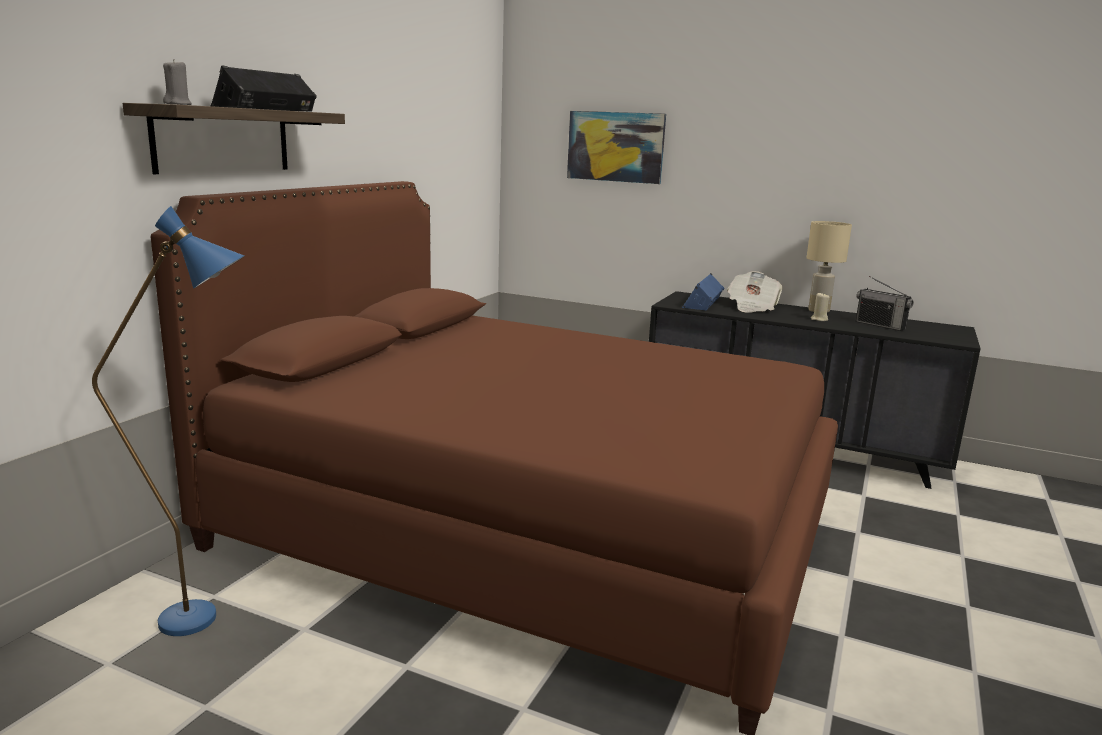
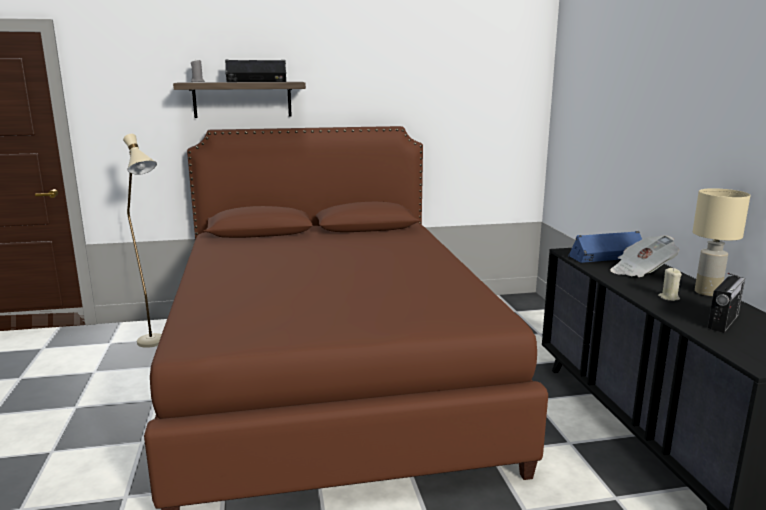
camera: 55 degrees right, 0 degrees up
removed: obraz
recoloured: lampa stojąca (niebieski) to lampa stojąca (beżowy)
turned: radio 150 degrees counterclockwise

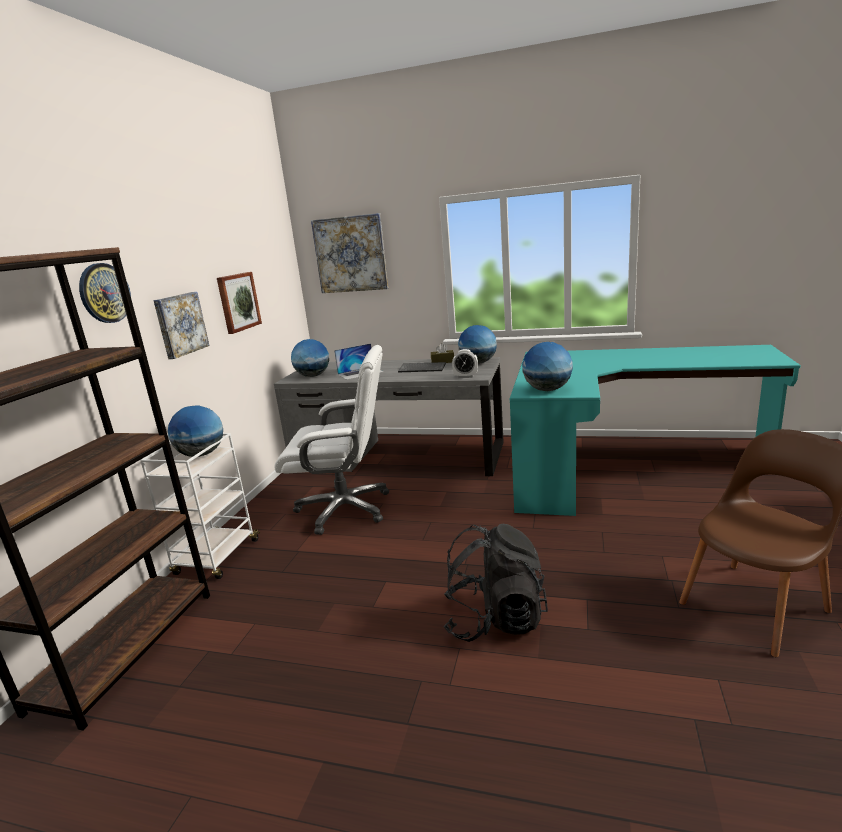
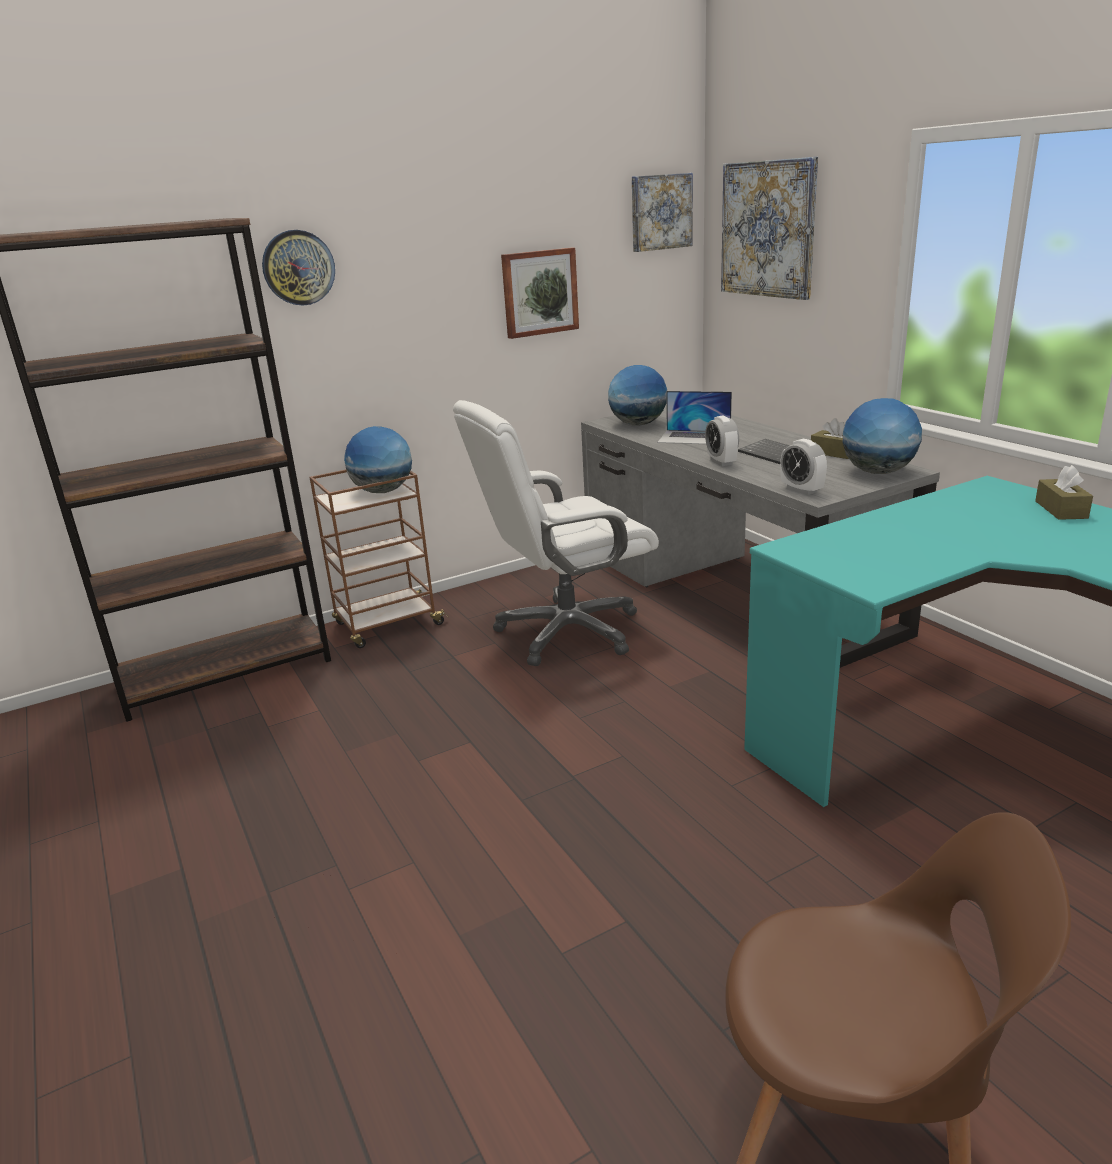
camera: 45 degrees right, 5 degrees up
removed: plecak (czarny); globus (4th from left)
added: budzik (1st from left); pudełko chusteczek (brązowy) (2nd from left)
moved: obraz (1st from left in the first image) to obraz (2nd from left)
recoloured: wózek (biały) to wózek (brązowy)
turned: krzesło biurowe (biały) 105 degrees clockwise

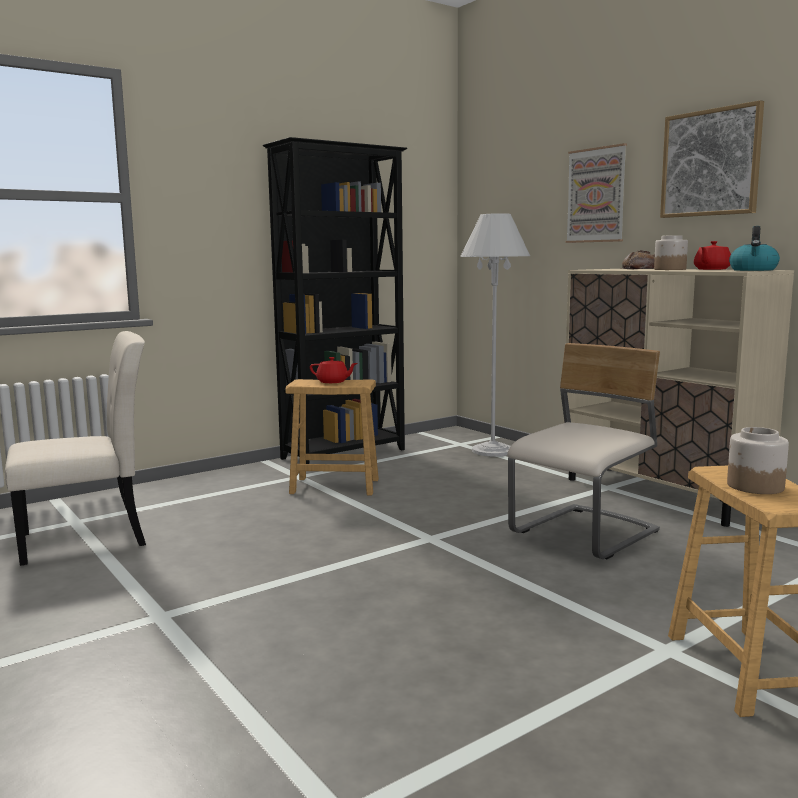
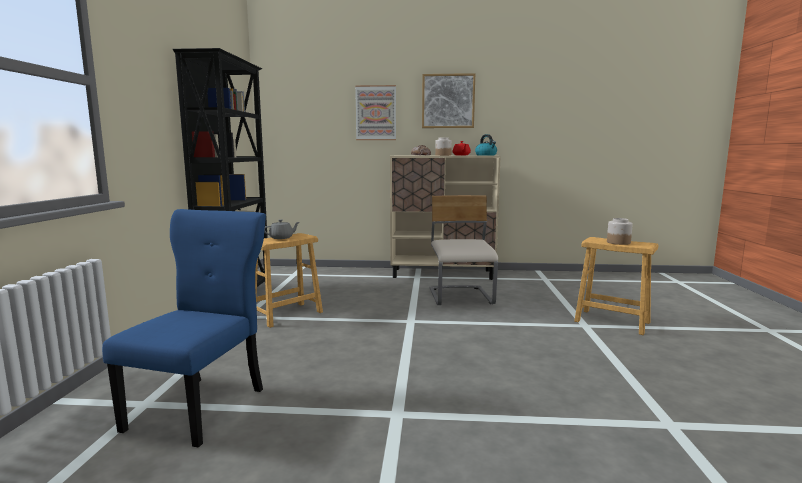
camera: 50 degrees left, 0 degrees up
removed: lampa stojąca (biały)
recoloured: krzesło (beżowy) (1st from left) to krzesło (niebieski); imbryk (czerwony) (1st from left) to imbryk (szary)

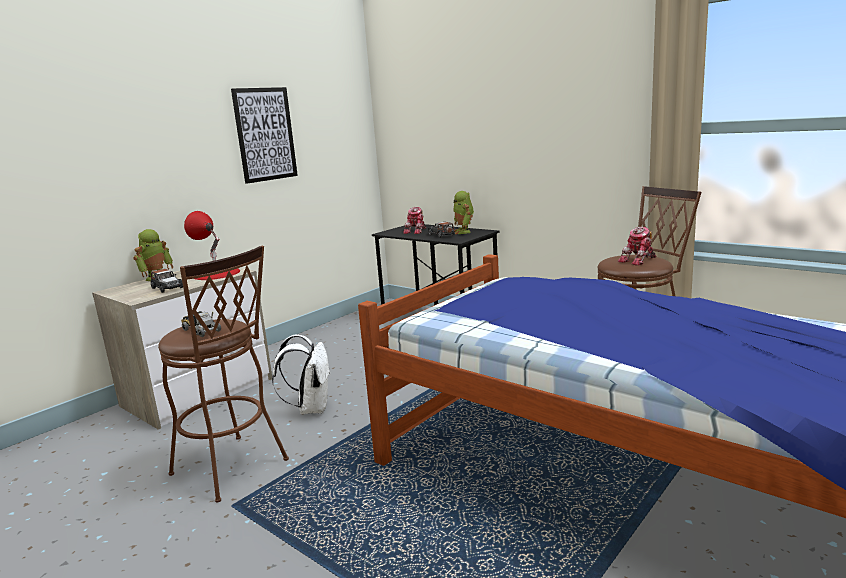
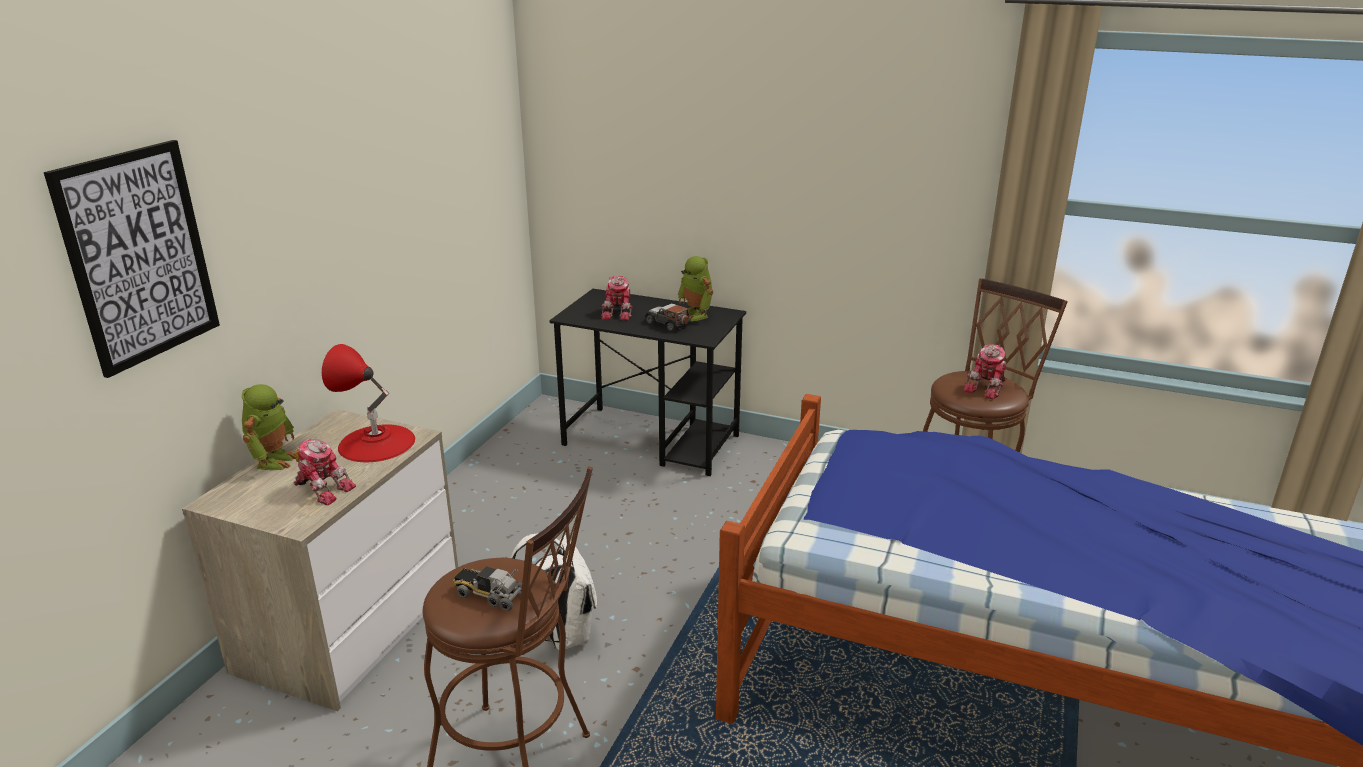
camera: 20 degrees left, 10 degrees up
moved: obraz
replaced: samochodzik (1st from left) to robot zabawkowy (2nd from left)

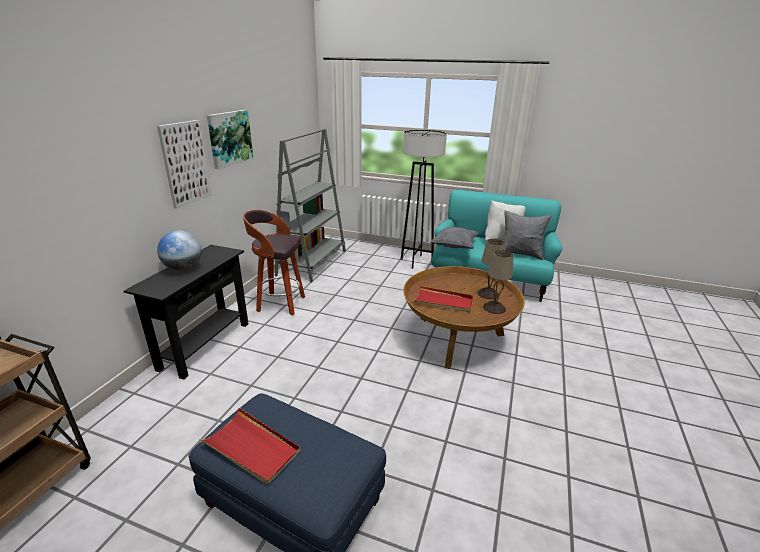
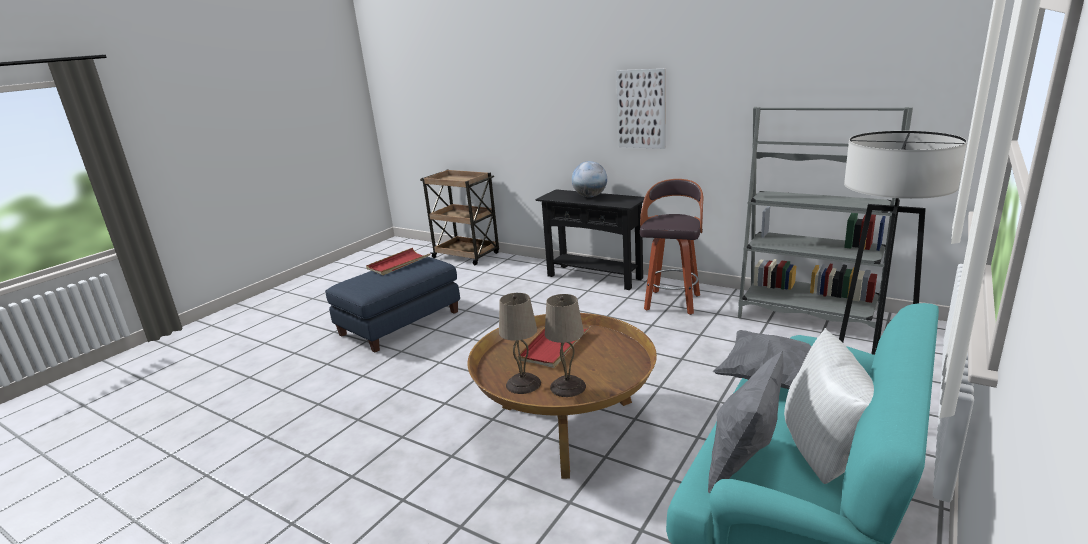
camera: 105 degrees right, 5 degrees down
removed: obraz (2nd from left)

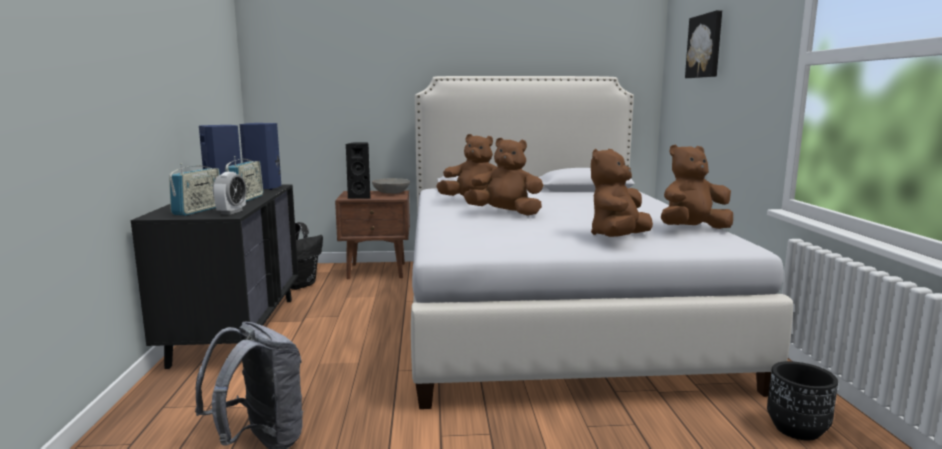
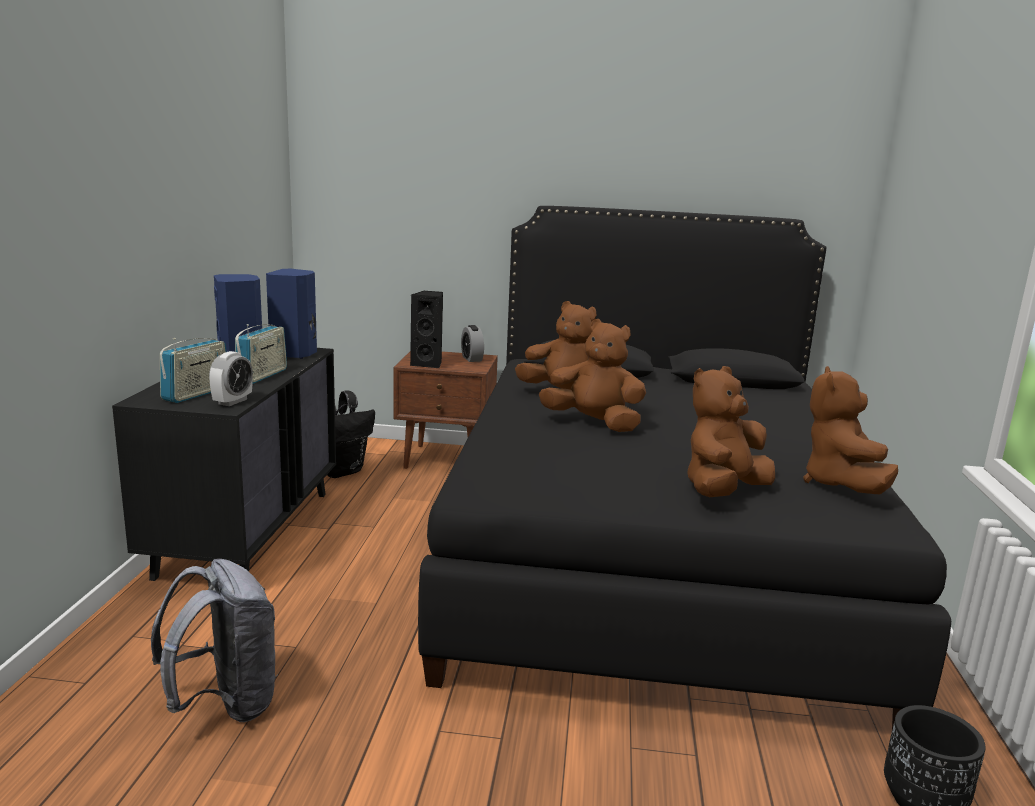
camera: 10 degrees right, 5 degrees up
removed: obraz
replaced: miska (szary) to budzik (2nd from left)
recoloured: łóżko (biały) to łóżko (czarny)
turned: pluszak (brązowy) (4th from left) 75 degrees counterclockwise

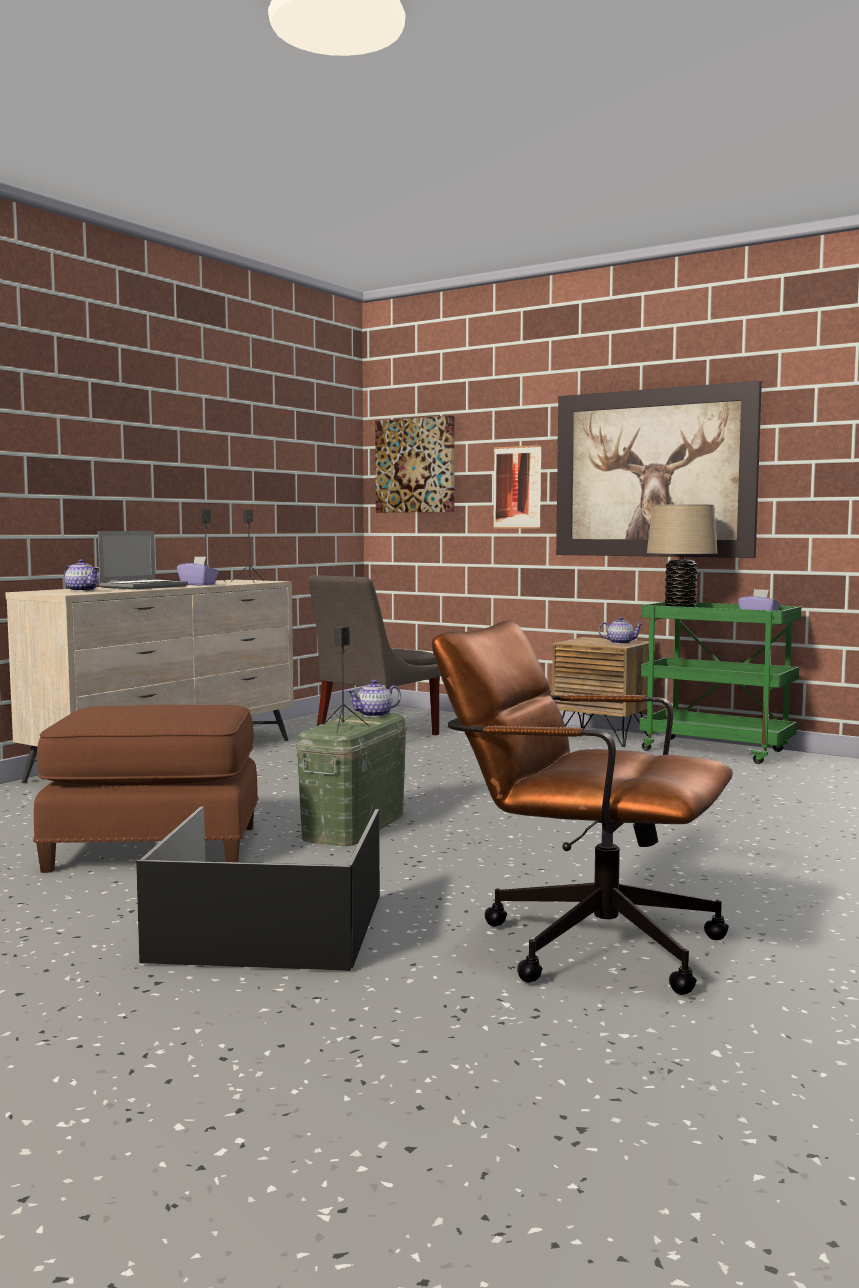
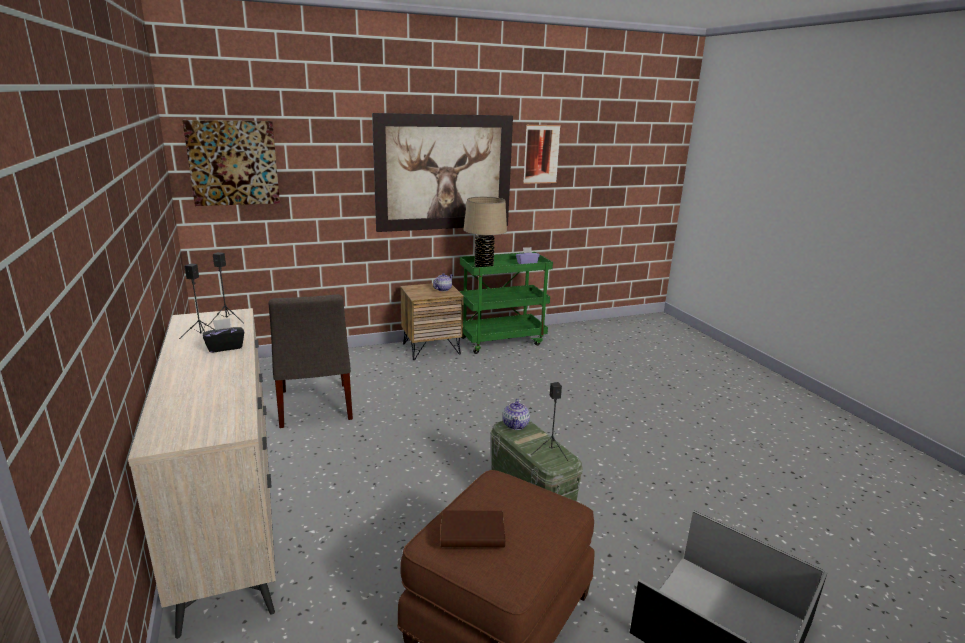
camera: 55 degrees left, 15 degrees up
removed: imbryk (1st from left); laptop; krzesło biurowe (brązowy)
added: książka (brązowy)
moved: obraz (2nd from left in the first image) to obraz (3rd from left)
recoloured: pudełko chusteczek (fioletowy) (1st from left) to pudełko chusteczek (czarny)

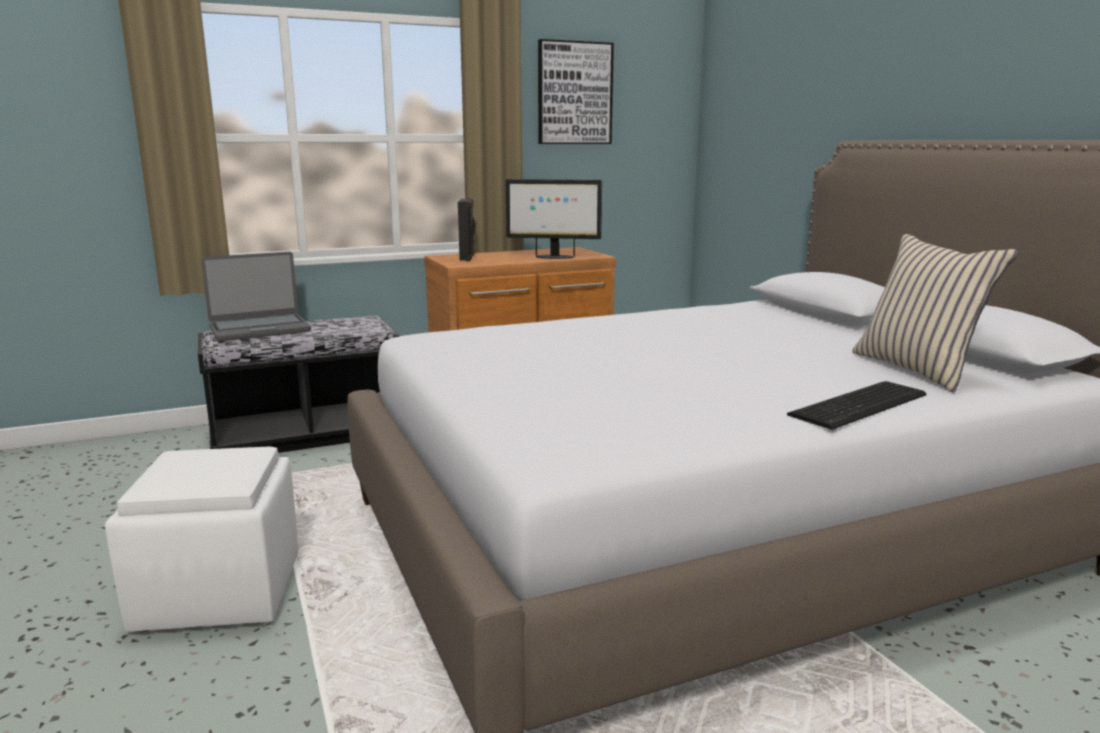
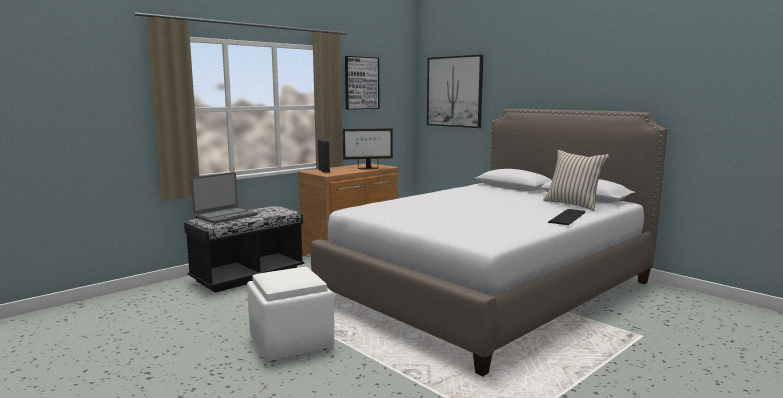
camera: 20 degrees left, 5 degrees down
added: obraz (2nd from left)

